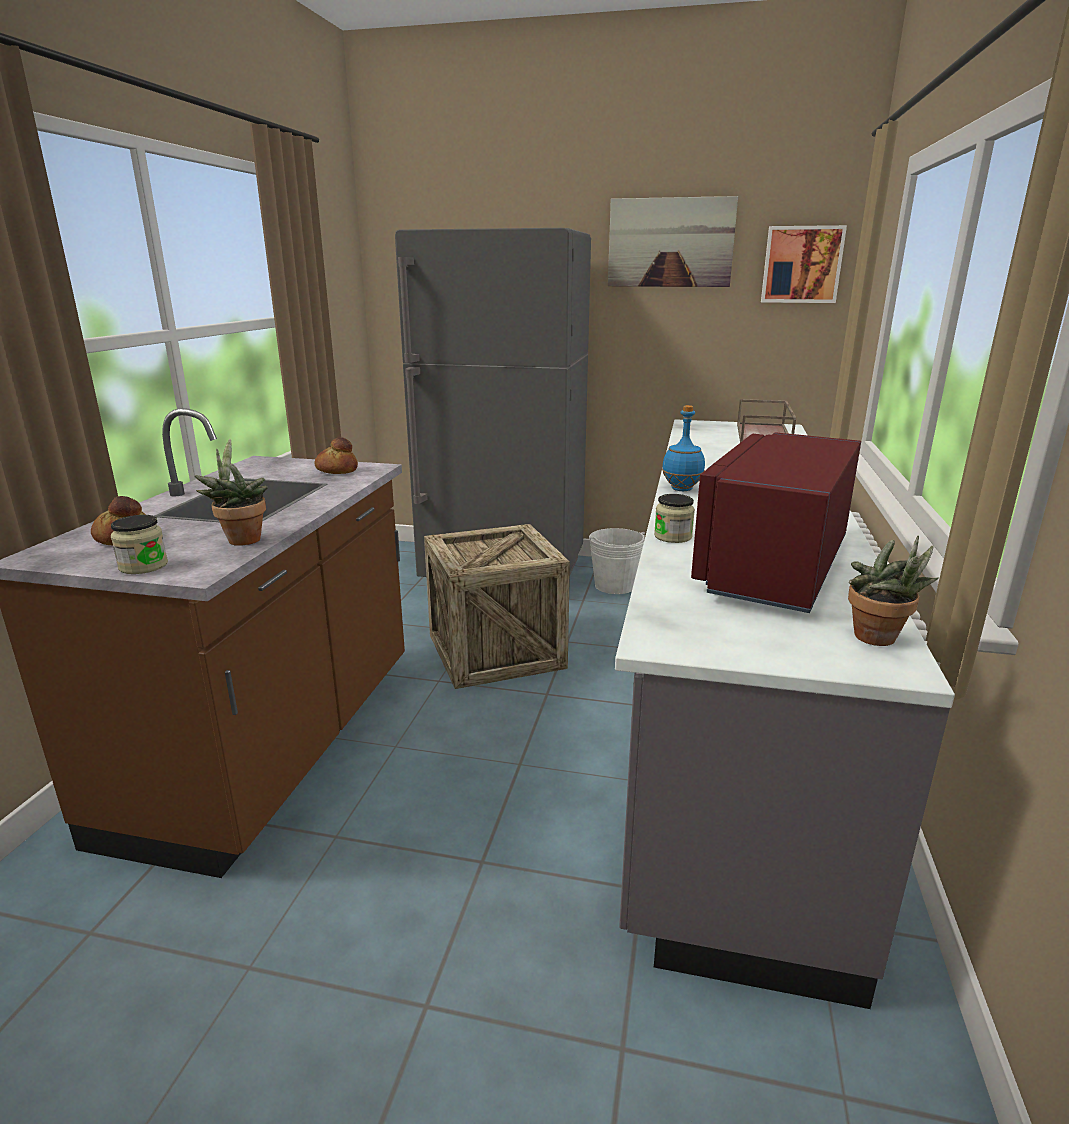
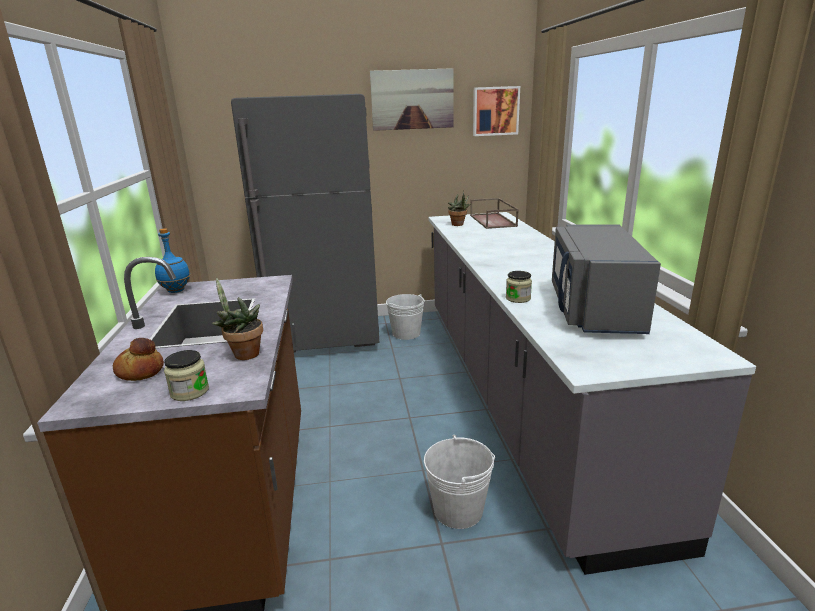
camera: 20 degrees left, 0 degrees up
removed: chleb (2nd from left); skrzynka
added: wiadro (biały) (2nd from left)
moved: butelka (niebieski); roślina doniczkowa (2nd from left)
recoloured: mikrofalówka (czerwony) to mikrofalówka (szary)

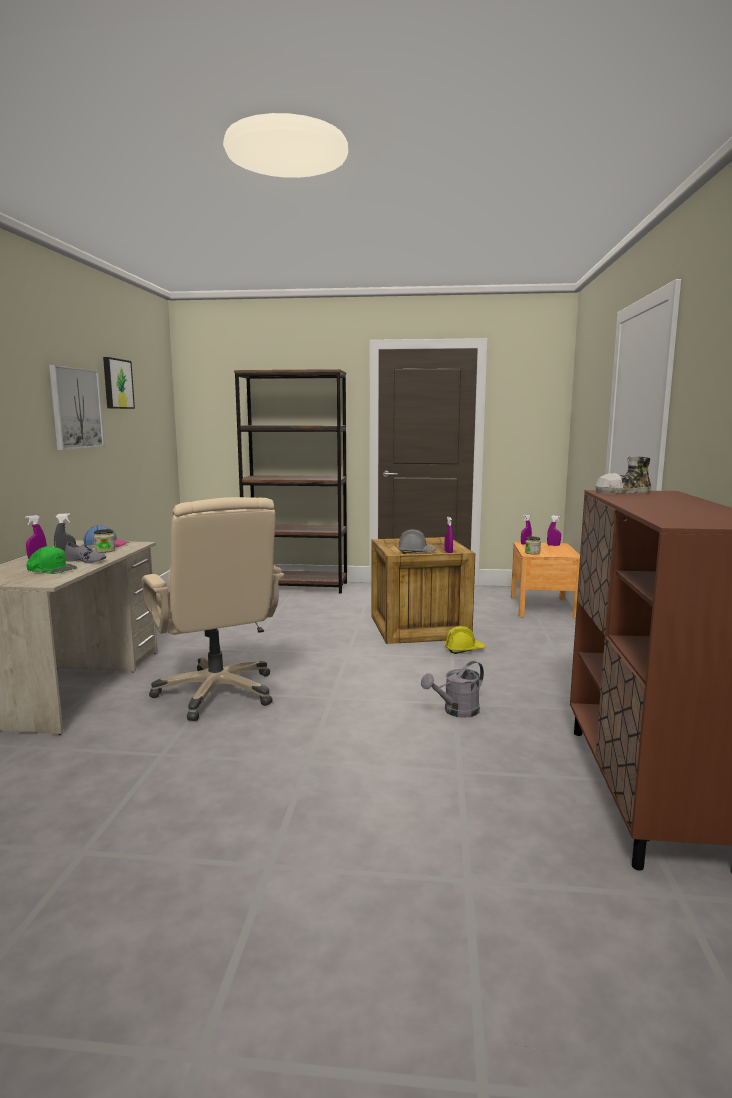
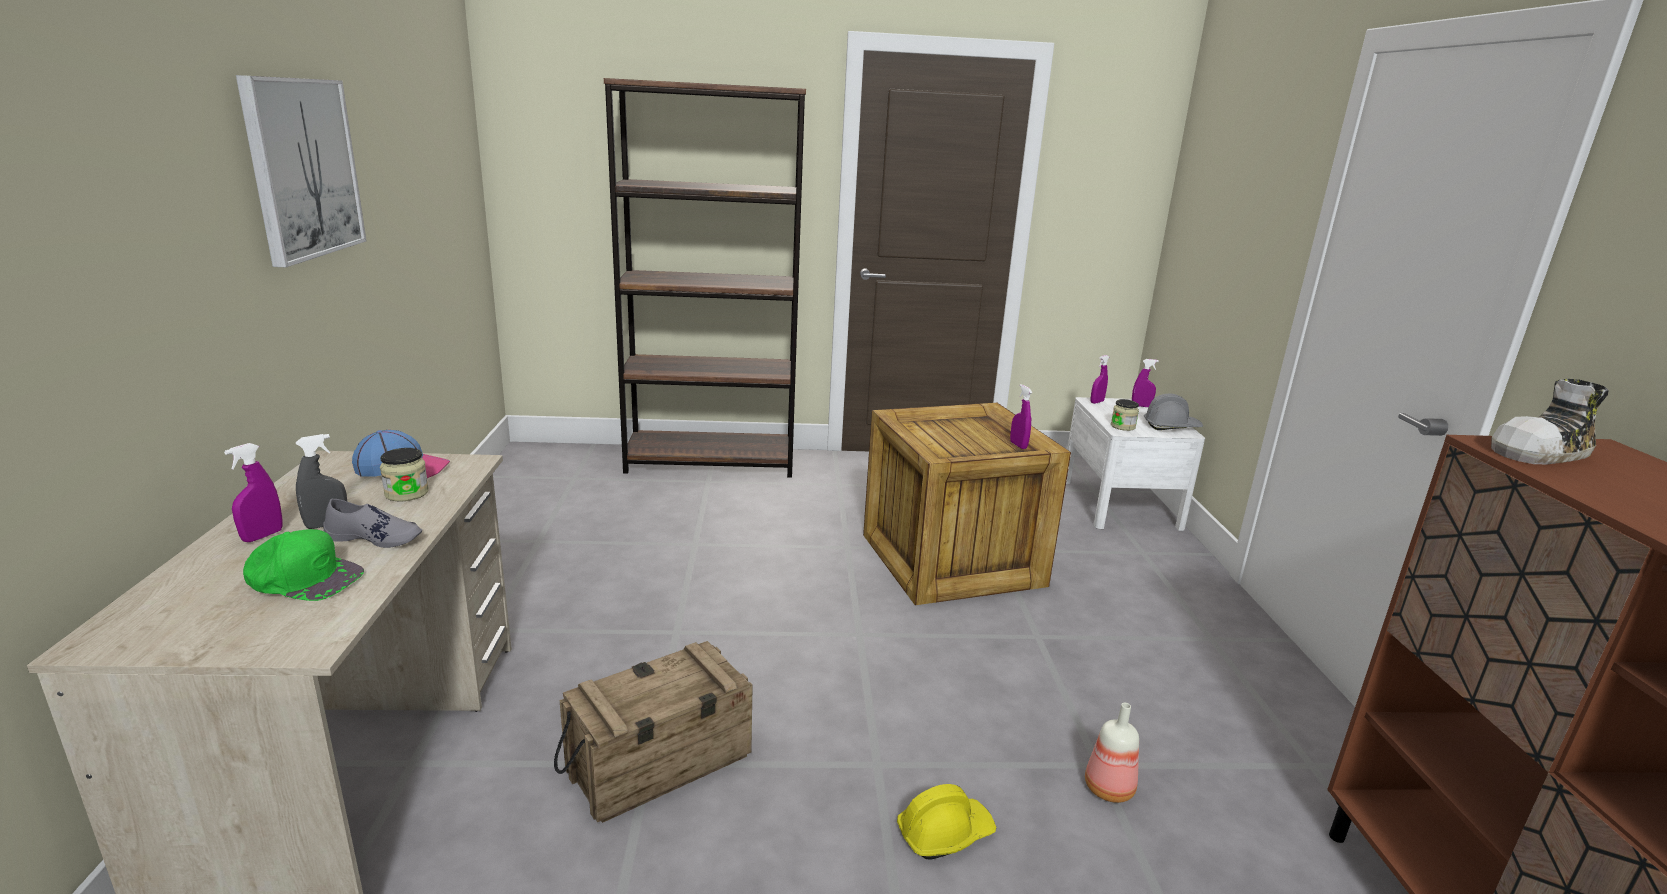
camera: 10 degrees left, 10 degrees up
removed: obraz (2nd from left)
moved: kask (szary); kask (żółty)
replaced: krzesło biurowe (beżowy) to skrzynka (1st from left); konewka (szary) to butelka
recoloured: szafka nocna (brązowy) to szafka nocna (biały)

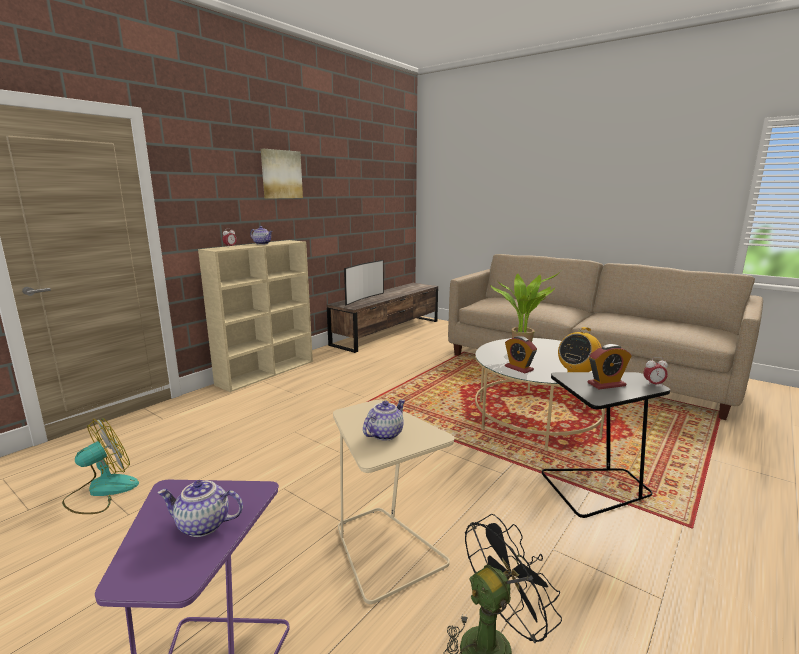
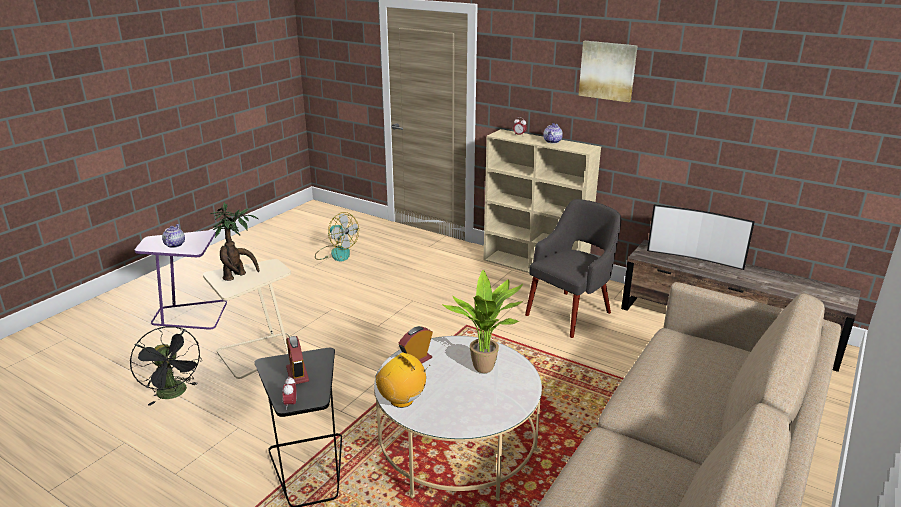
camera: 85 degrees right, 10 degrees up
added: fotel (szary)
replaced: imbryk (3rd from left) to roślina doniczkowa (1st from left)

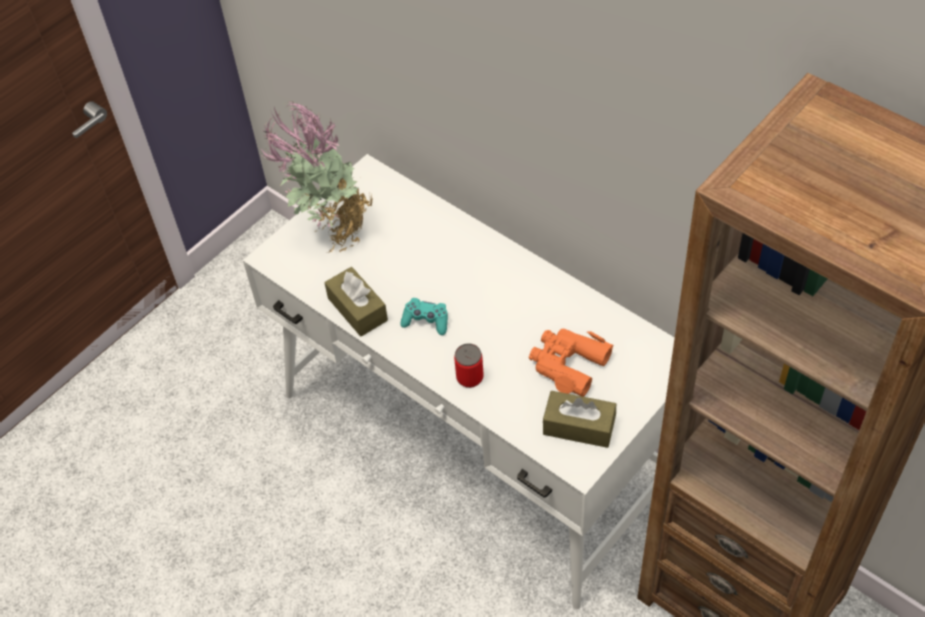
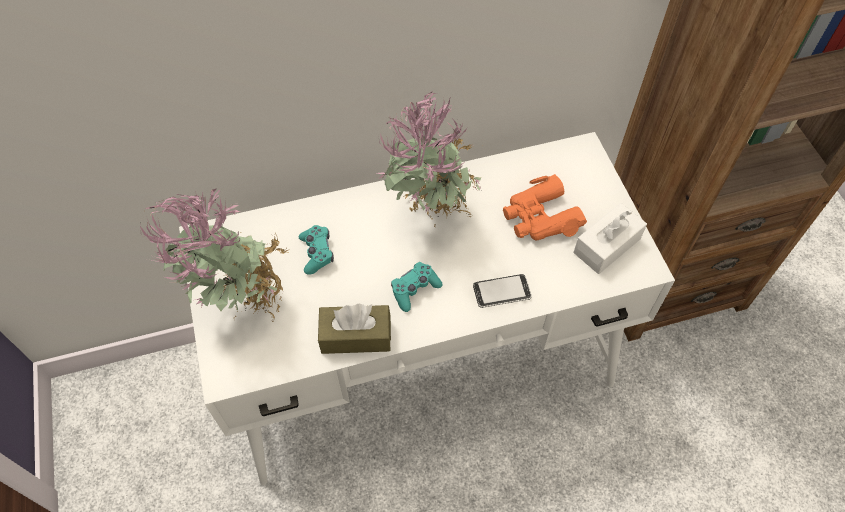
camera: 60 degrees left, 5 degrees up
added: pad do gier (turkusowy) (1st from left); roślina doniczkowa (2nd from left)
replaced: puszka to telefon
recoloured: pudełko chusteczek (brązowy) (2nd from left) to pudełko chusteczek (biały)

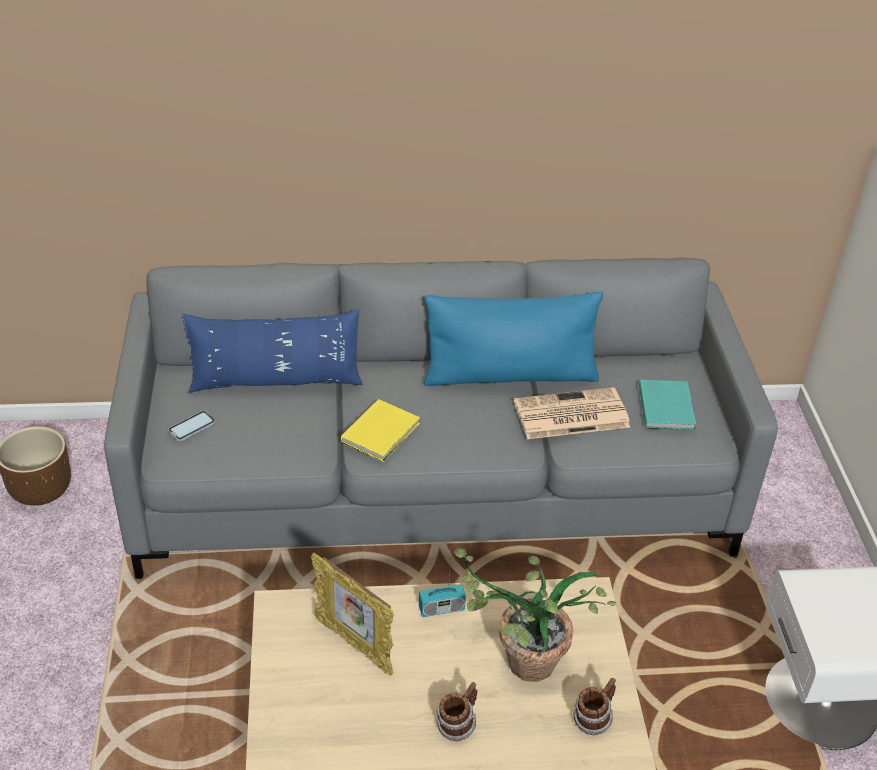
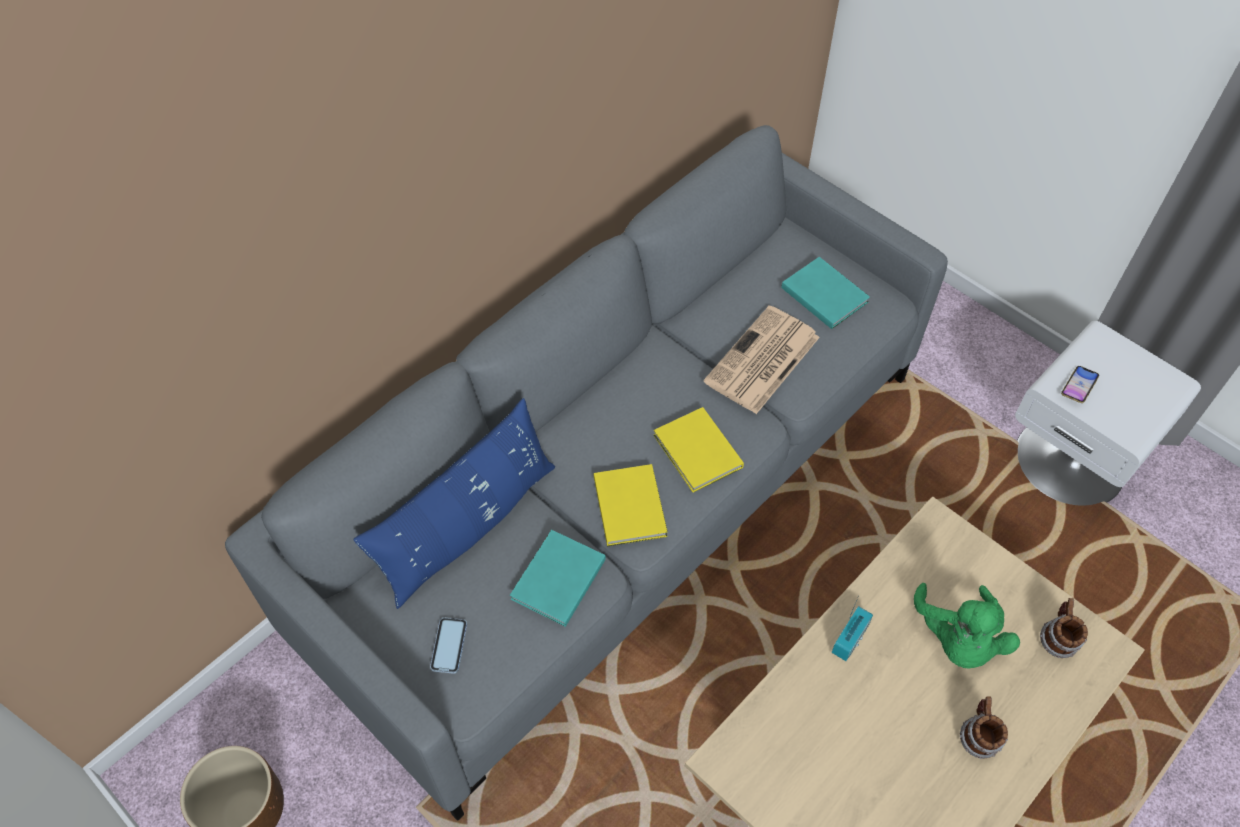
camera: 40 degrees left, 15 degrees up
removed: ramka na zdjęcie; poduszka (niebieski) (2nd from left)
added: książka (turkusowy) (1st from left); książka (żółty) (2nd from left); telefon (2nd from left)
replaced: roślina doniczkowa to pluszak (zielony)

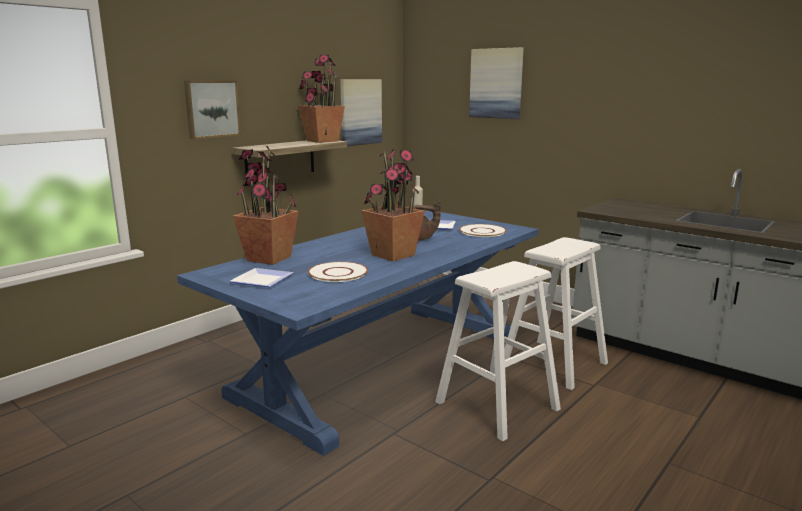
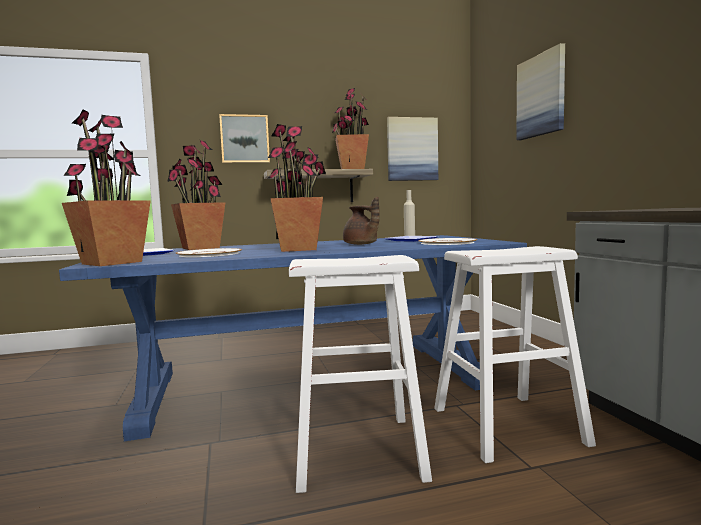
camera: 35 degrees right, 10 degrees down
added: roślina doniczkowa (1st from left)

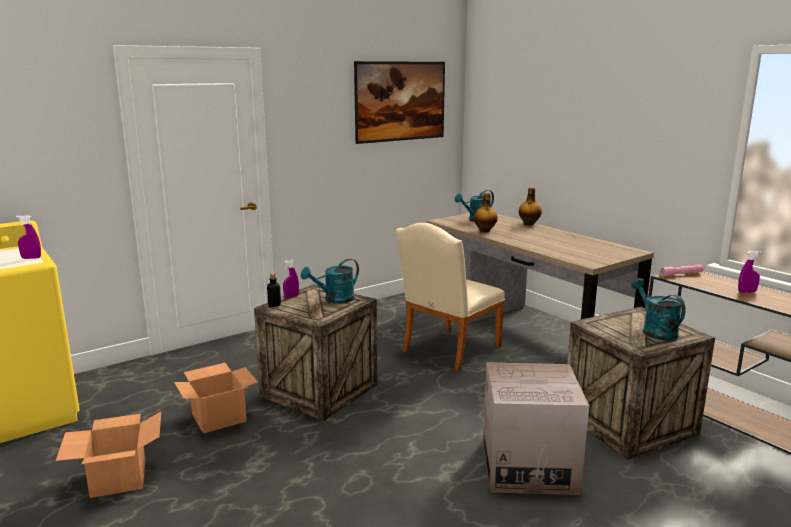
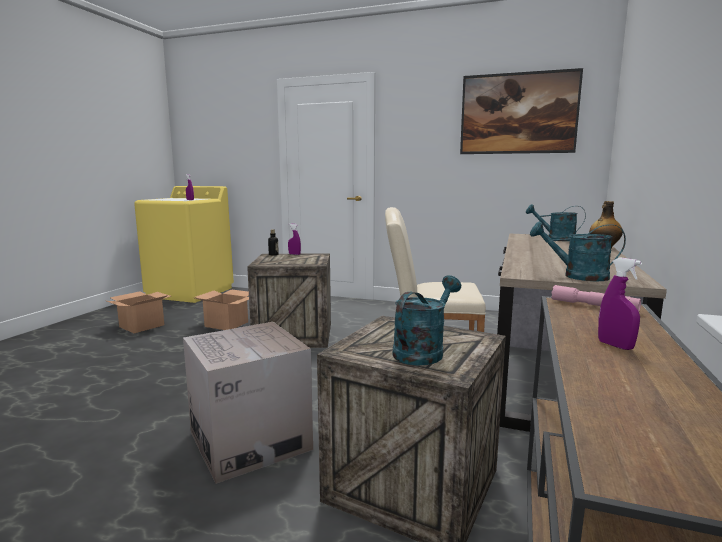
camera: 55 degrees right, 5 degrees down
removed: butelka (2nd from left)
moved: konewka (turkusowy) (1st from left in the first image) to konewka (turkusowy) (3rd from left)

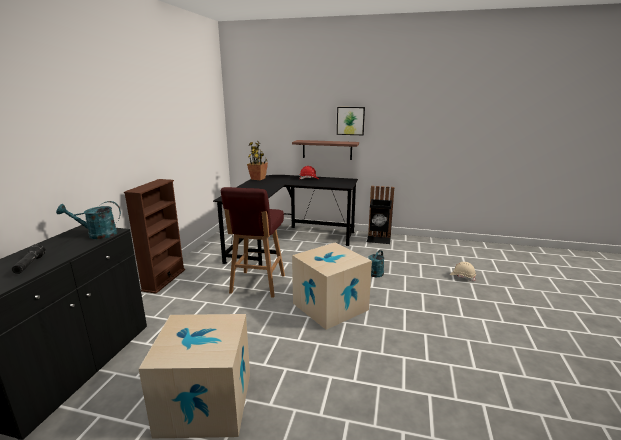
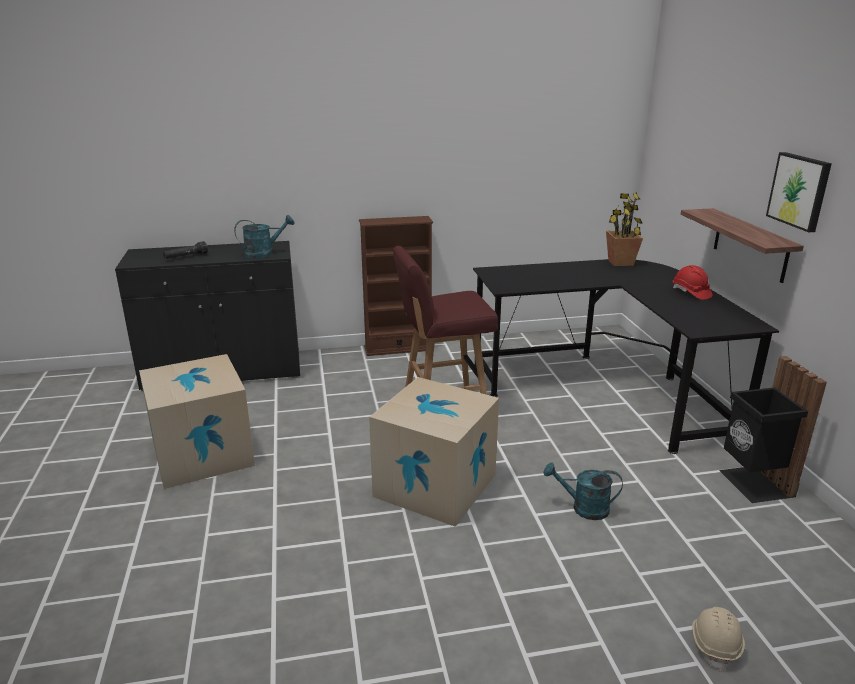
camera: 65 degrees right, 5 degrees up
turned: konewka (turkusowy) (1st from left) 105 degrees clockwise

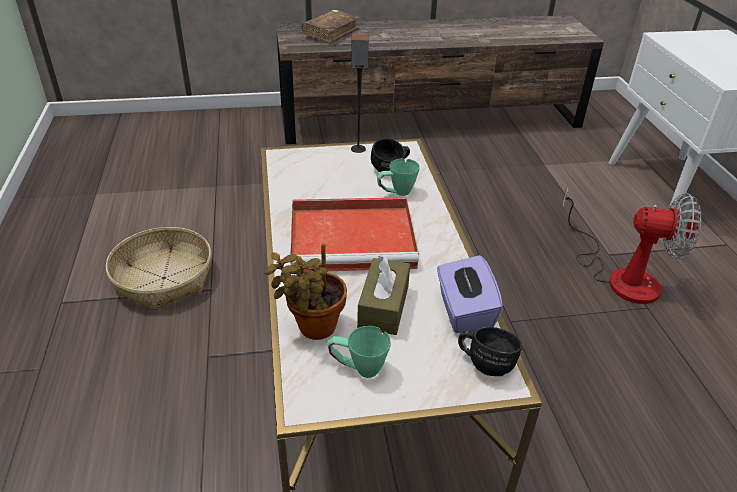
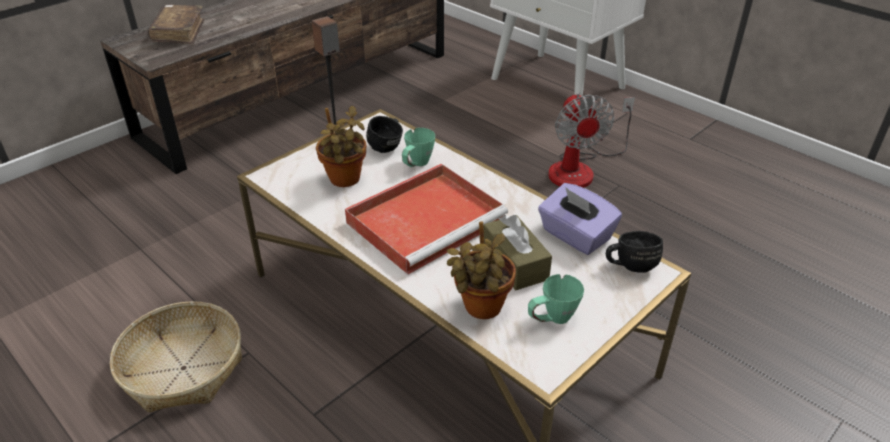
camera: 35 degrees left, 0 degrees up
added: roślina doniczkowa (1st from left)
turned: wentylator 105 degrees clockwise

